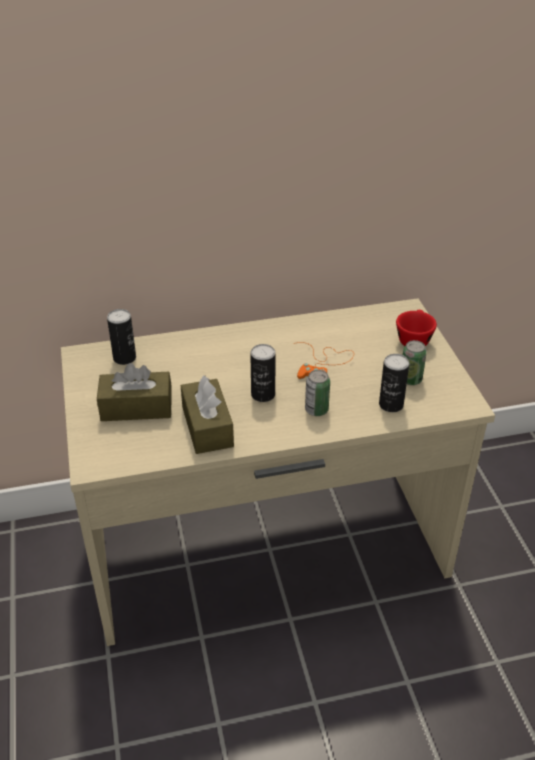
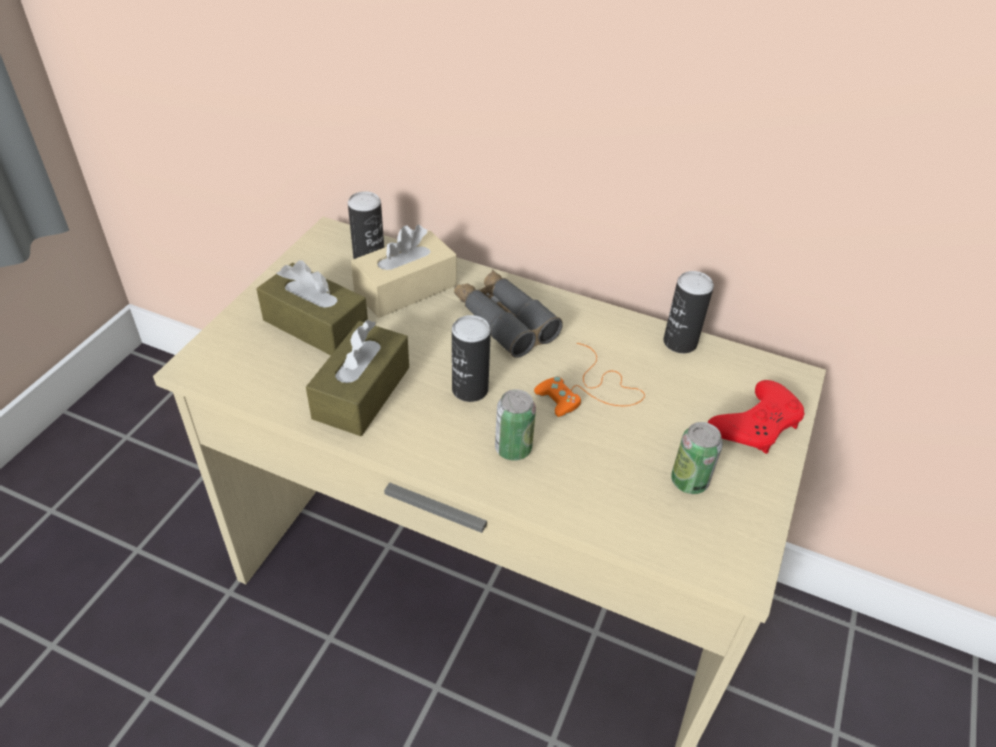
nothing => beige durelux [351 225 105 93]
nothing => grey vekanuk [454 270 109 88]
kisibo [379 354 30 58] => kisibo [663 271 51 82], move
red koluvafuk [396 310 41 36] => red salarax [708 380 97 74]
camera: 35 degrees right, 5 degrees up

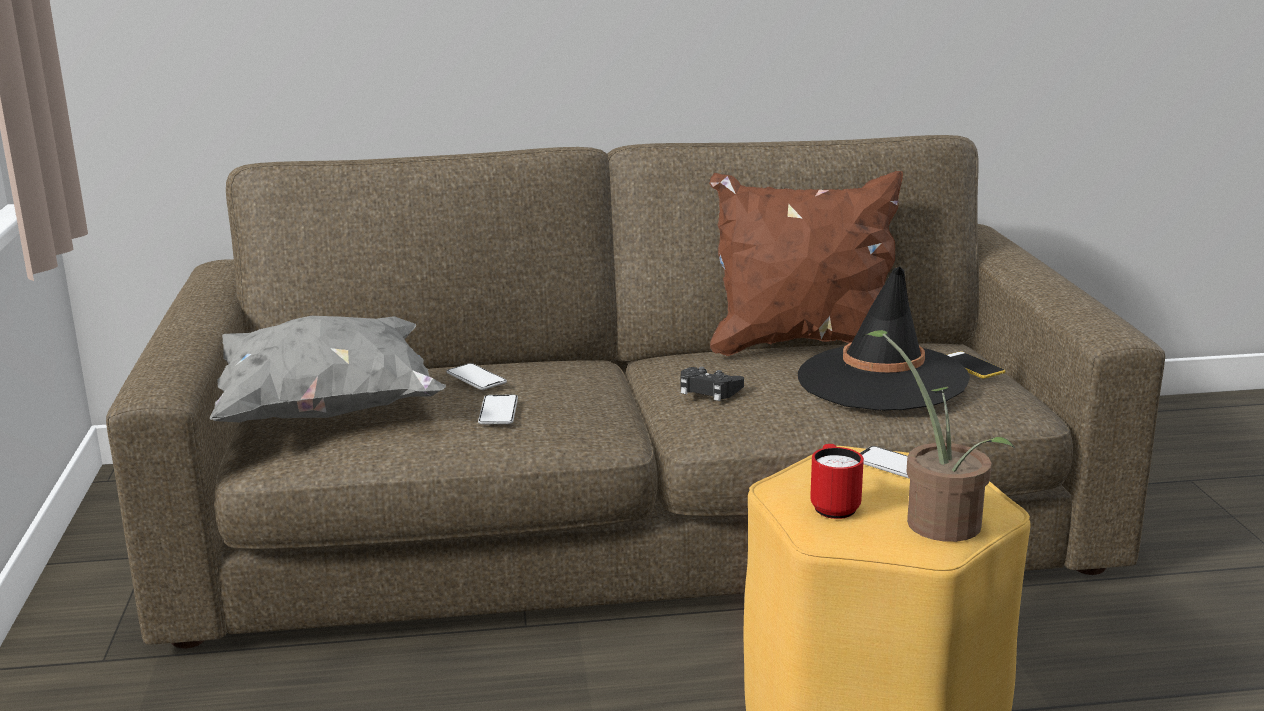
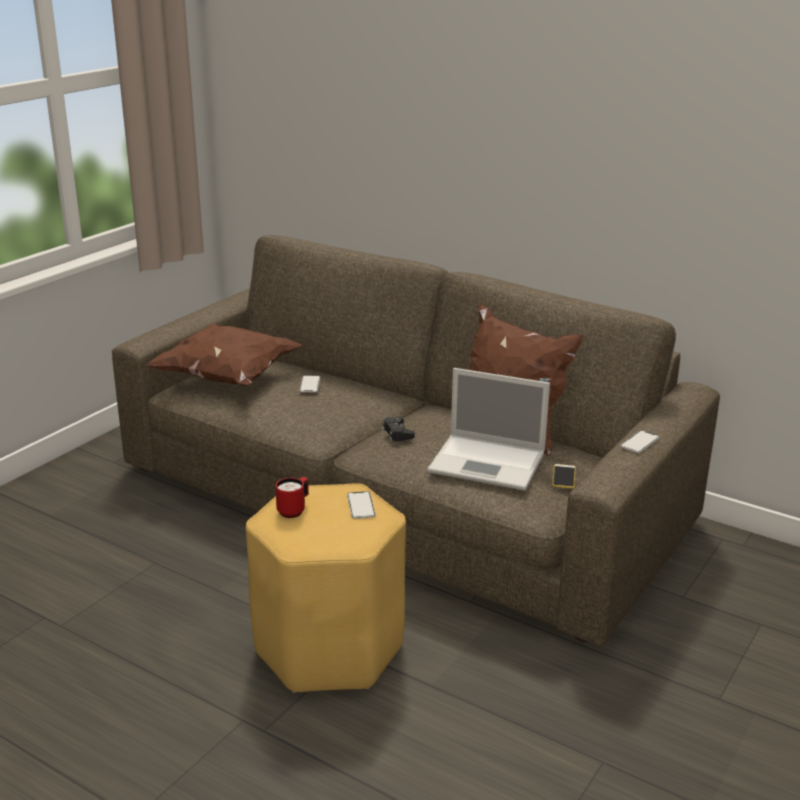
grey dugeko [210 316 236 107] => brown dugeko [146 323 155 63]
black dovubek [798 267 172 144] => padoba [427 368 123 123]
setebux [478 395 40 29] => setebux [620 430 40 23], move
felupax [862 330 154 212] => nothing
camera: 40 degrees right, 5 degrees up

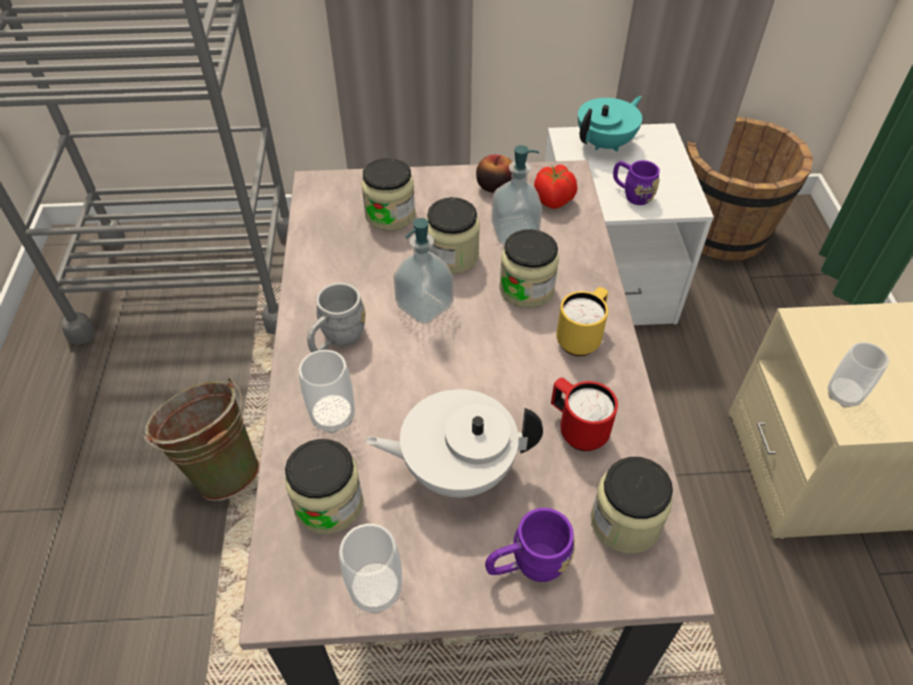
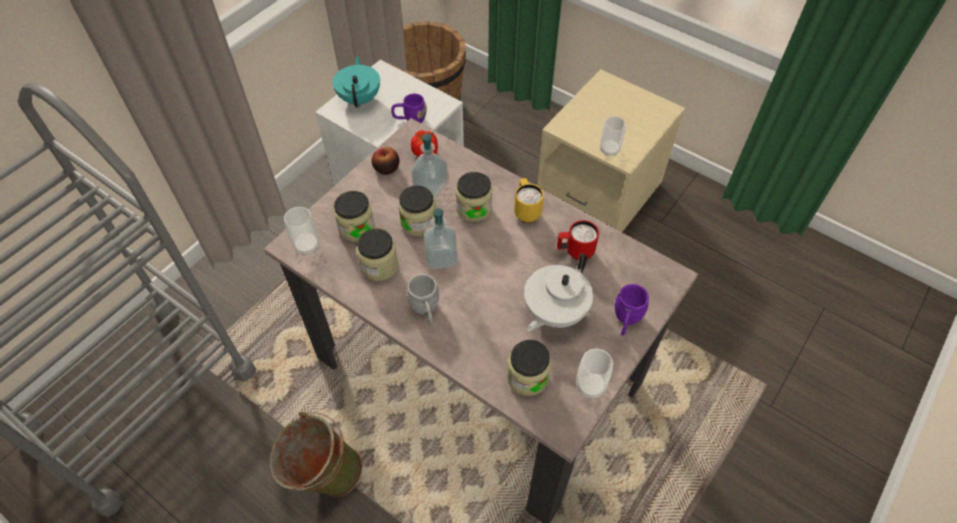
koluvafuk [298 350 57 84] => koluvafuk [284 207 35 49], move
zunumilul [591 457 82 97] => zunumilul [356 228 42 53], move
camera: 50 degrees left, 5 degrees up

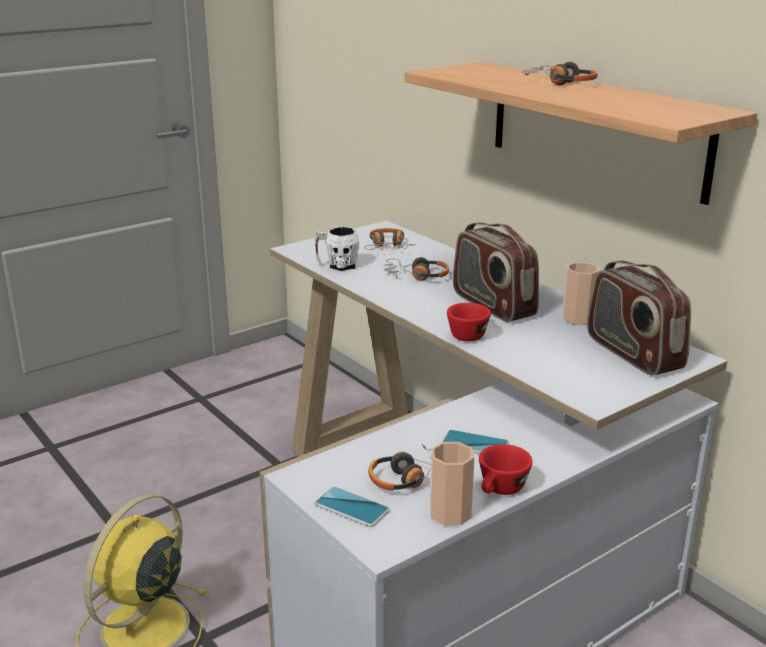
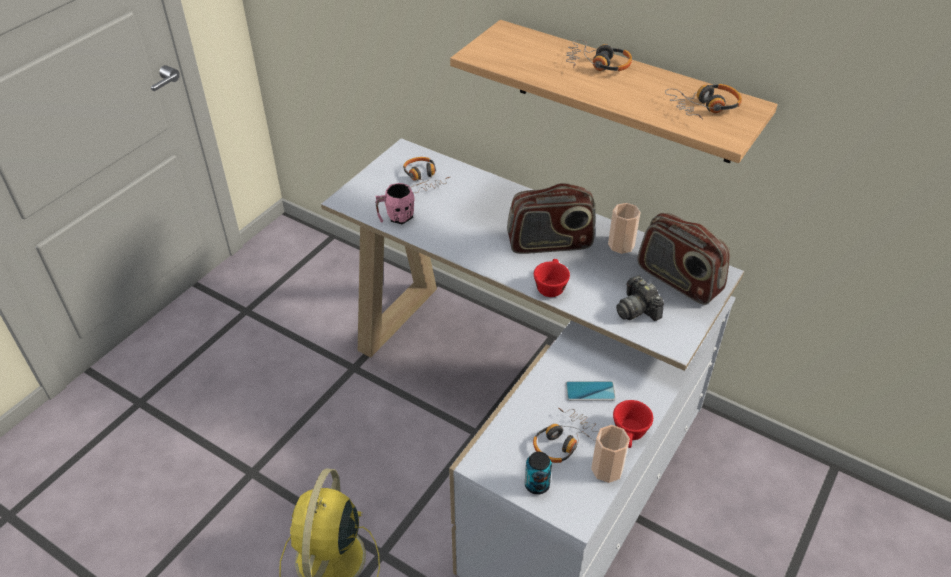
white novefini [315 227 45 44] => pink novefini [375 183 40 41]
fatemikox [453 222 86 100] => fatemikox [507 183 88 71], 45 degrees counterclockwise
setebux [314 487 76 40] => kisibo [525 452 27 43]
nothing => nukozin [616 275 48 46]
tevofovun [384 257 65 24] => tevofovun [665 84 77 35], move
camera: 20 degrees left, 20 degrees up

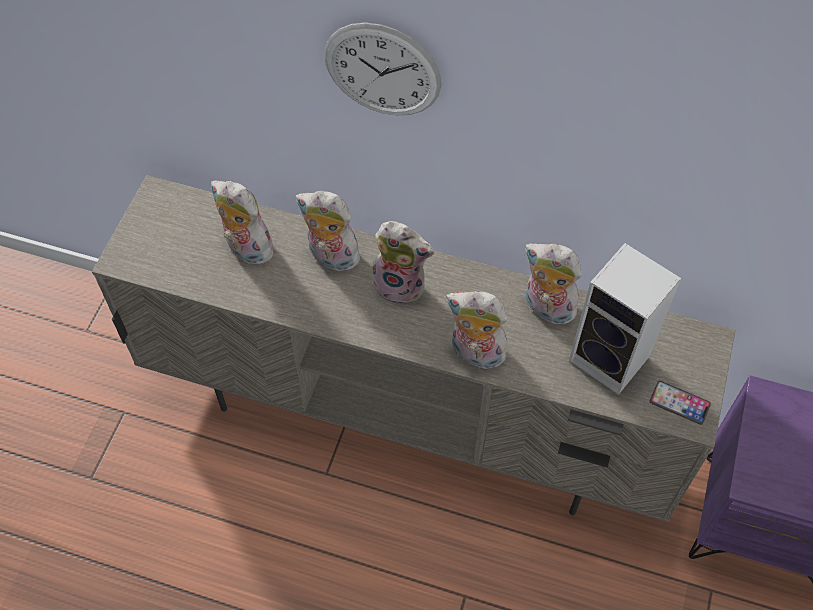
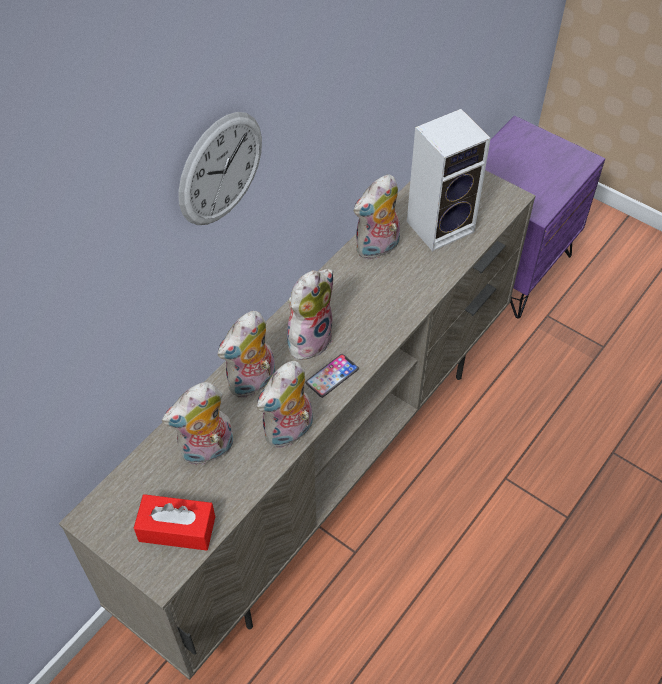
nothing => red durelux [134 494 81 57]
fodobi [446 291 63 81] => fodobi [257 361 56 87], move
setebux [650 381 61 44] => setebux [305 354 54 44], move
camera: 70 degrees left, 5 degrees down

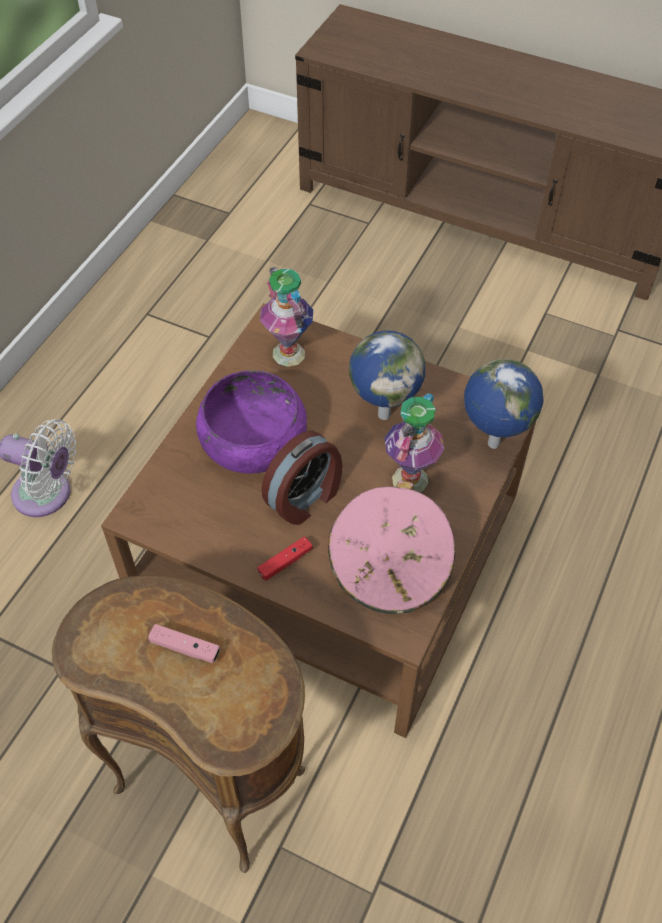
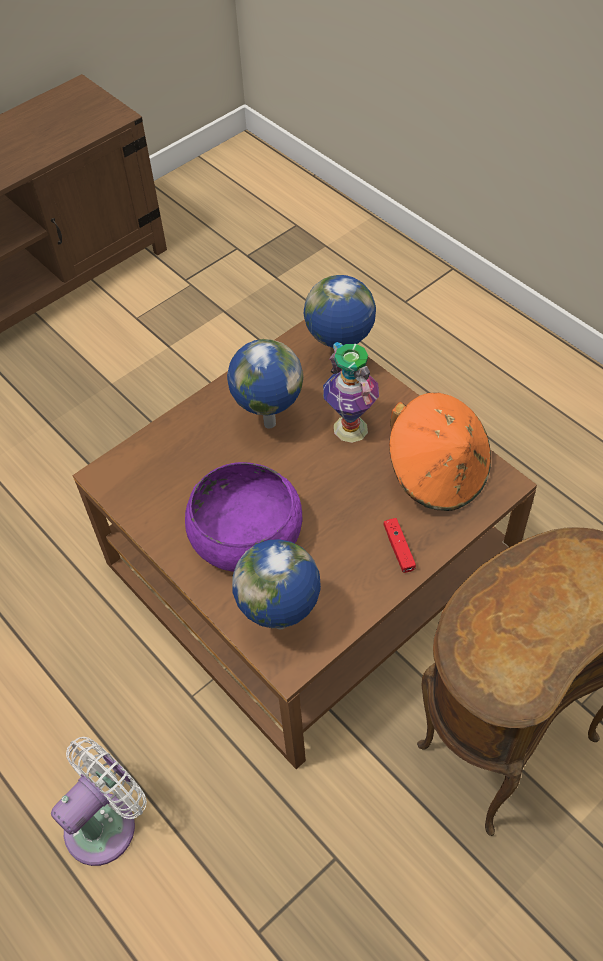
nothing => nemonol [232 539 89 90]
pink dovubek [328 481 127 133] => orange dovubek [389 393 102 118]
pink salarax [148 624 72 39] => nothing
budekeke [260 267 53 100] => nothing
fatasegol [262 430 80 95] => nothing
camera: 65 degrees left, 0 degrees up

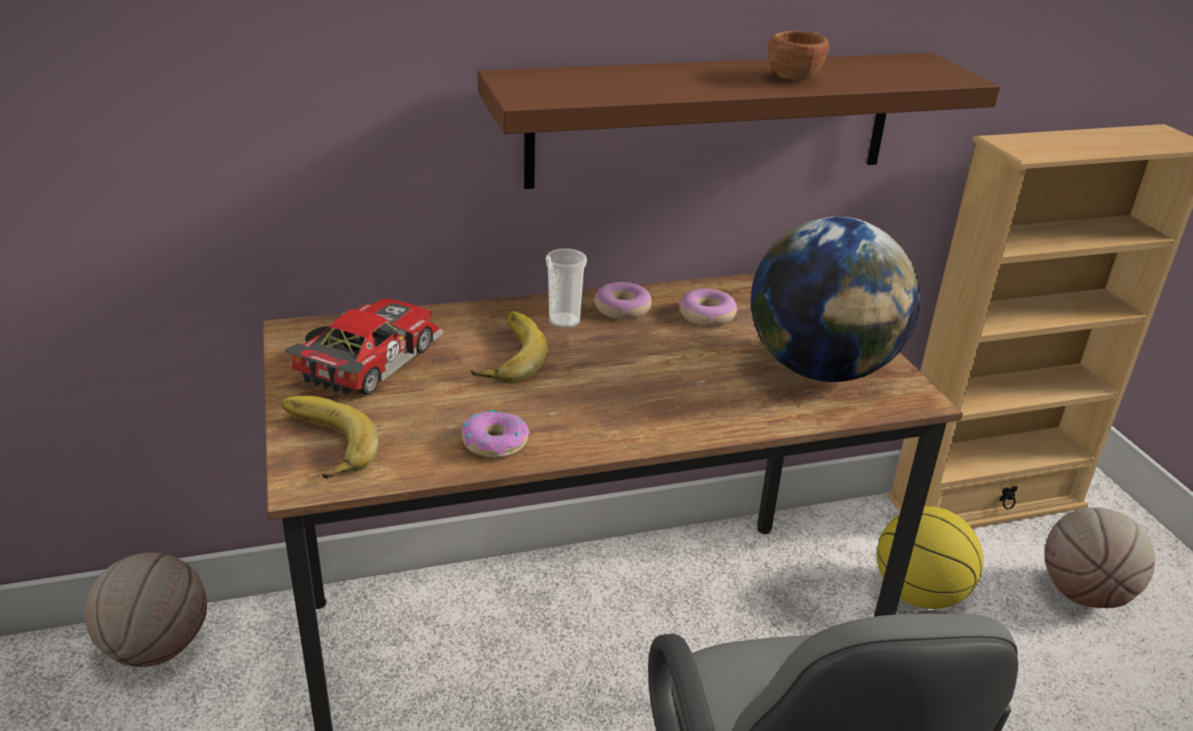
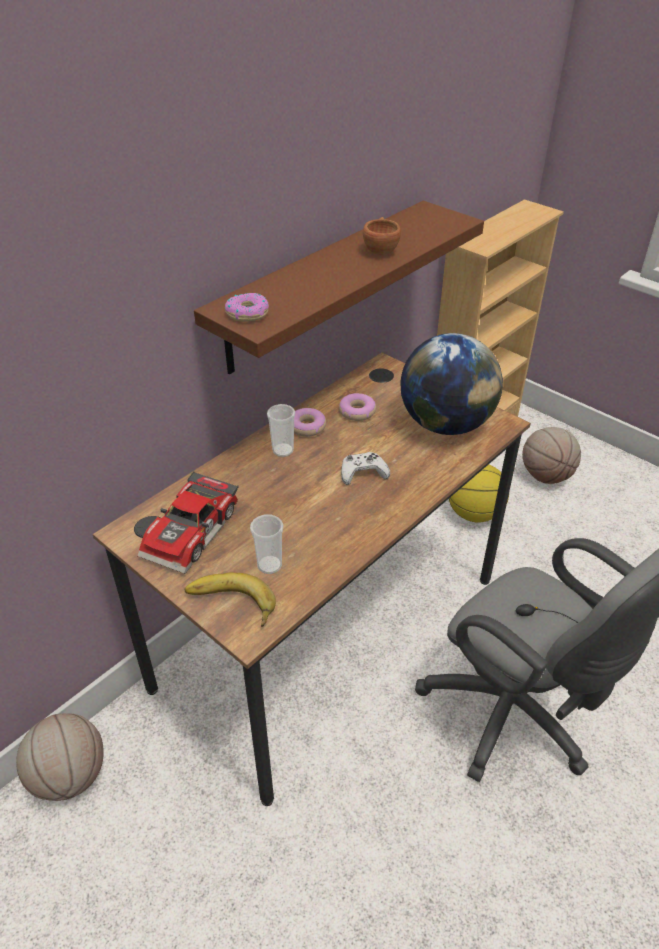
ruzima [285 298 159 97] => ruzima [137 471 101 103], 150 degrees counterclockwise
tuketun [462 410 68 48] => tuketun [225 293 44 29], move
nothing => koluvafuk [250 514 33 60]
nothing => white salarax [341 452 49 33]
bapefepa [471 311 77 73] => nothing
camera: 30 degrees left, 10 degrees up

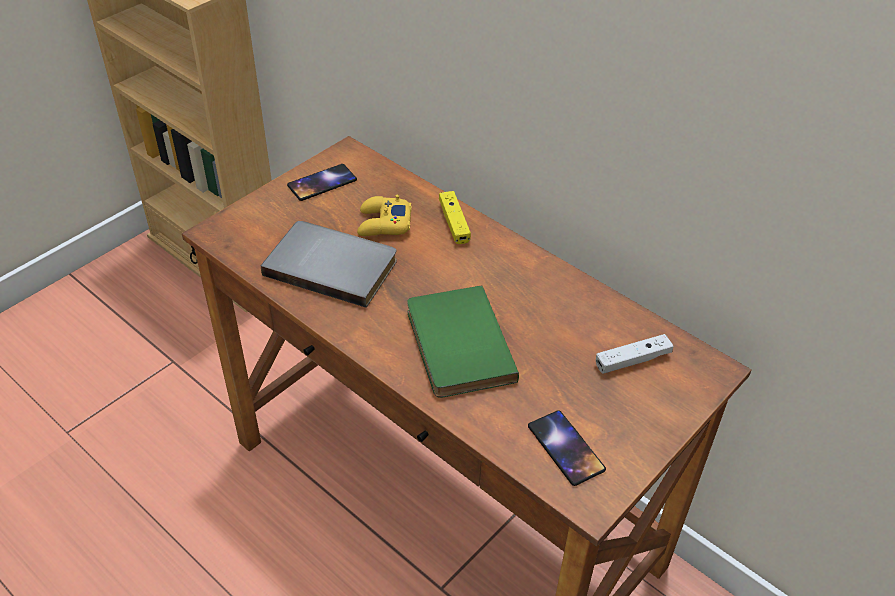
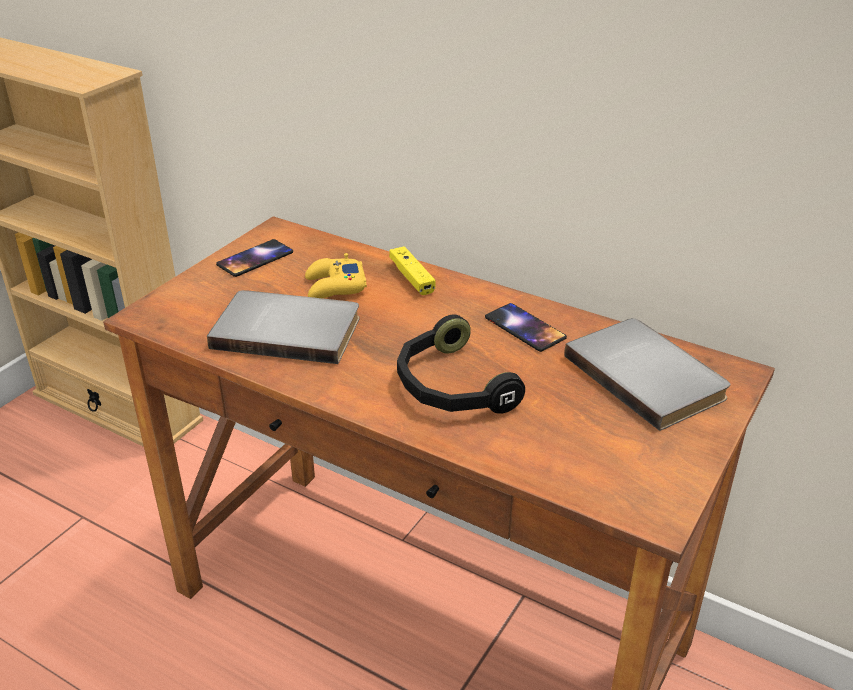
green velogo [407 286 112 112] => black tevofovun [397 314 128 100]
setebux [528 410 78 76] => setebux [485 303 82 49], move
white salarax [596 334 77 40] => grey velogo [564 318 166 113]
camera: 10 degrees left, 10 degrees down

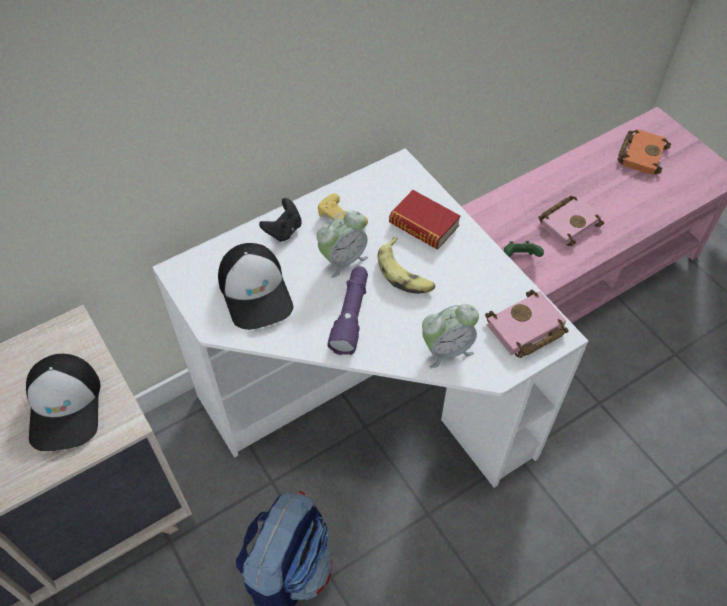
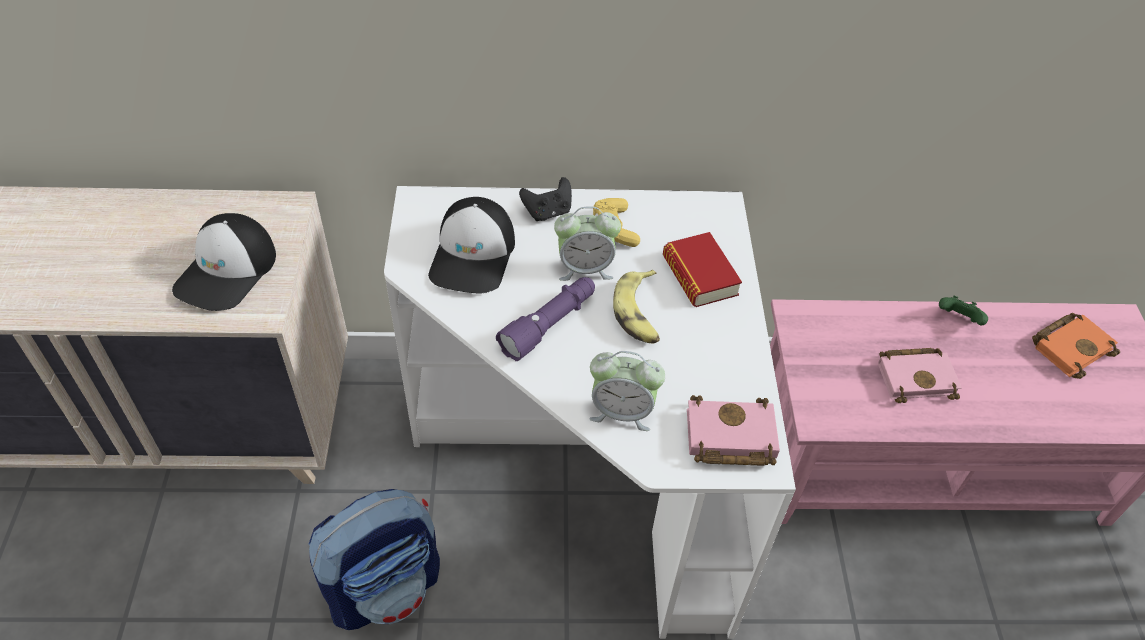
green salarax [504 241 40 16] => green salarax [939 296 49 29], move
camera: 30 degrees right, 5 degrees down

